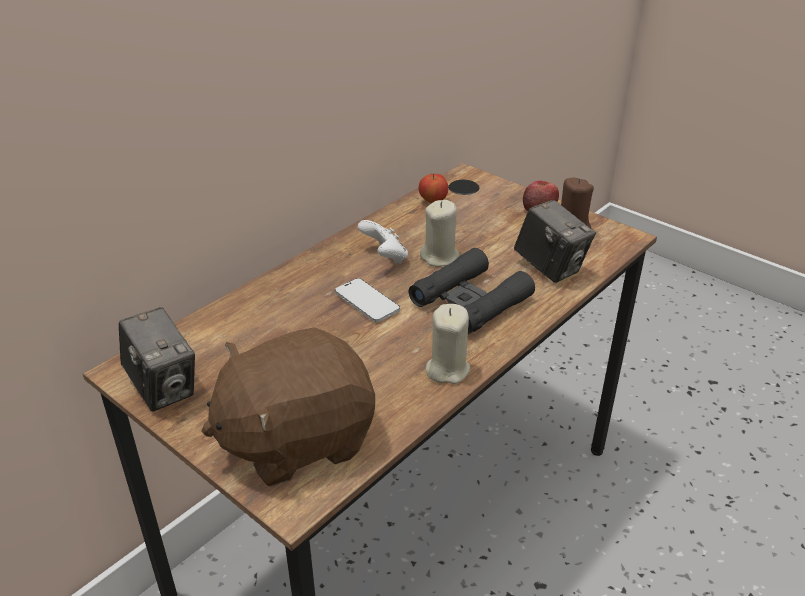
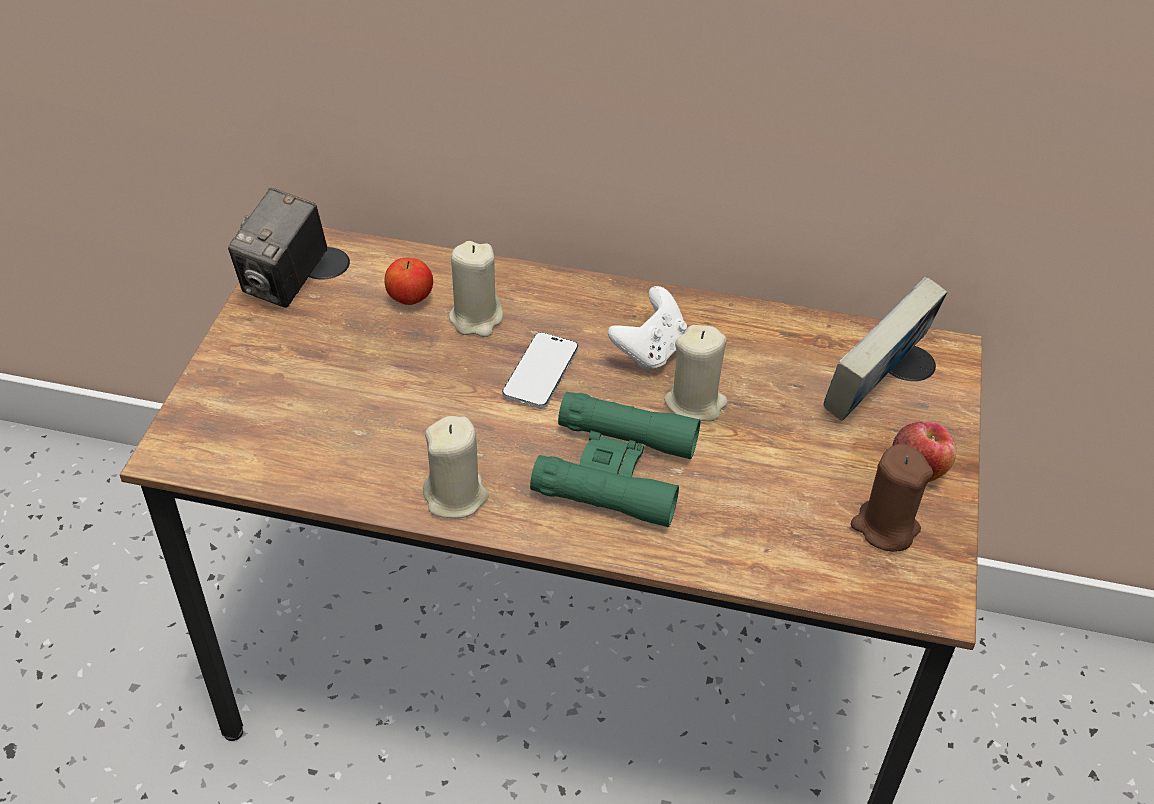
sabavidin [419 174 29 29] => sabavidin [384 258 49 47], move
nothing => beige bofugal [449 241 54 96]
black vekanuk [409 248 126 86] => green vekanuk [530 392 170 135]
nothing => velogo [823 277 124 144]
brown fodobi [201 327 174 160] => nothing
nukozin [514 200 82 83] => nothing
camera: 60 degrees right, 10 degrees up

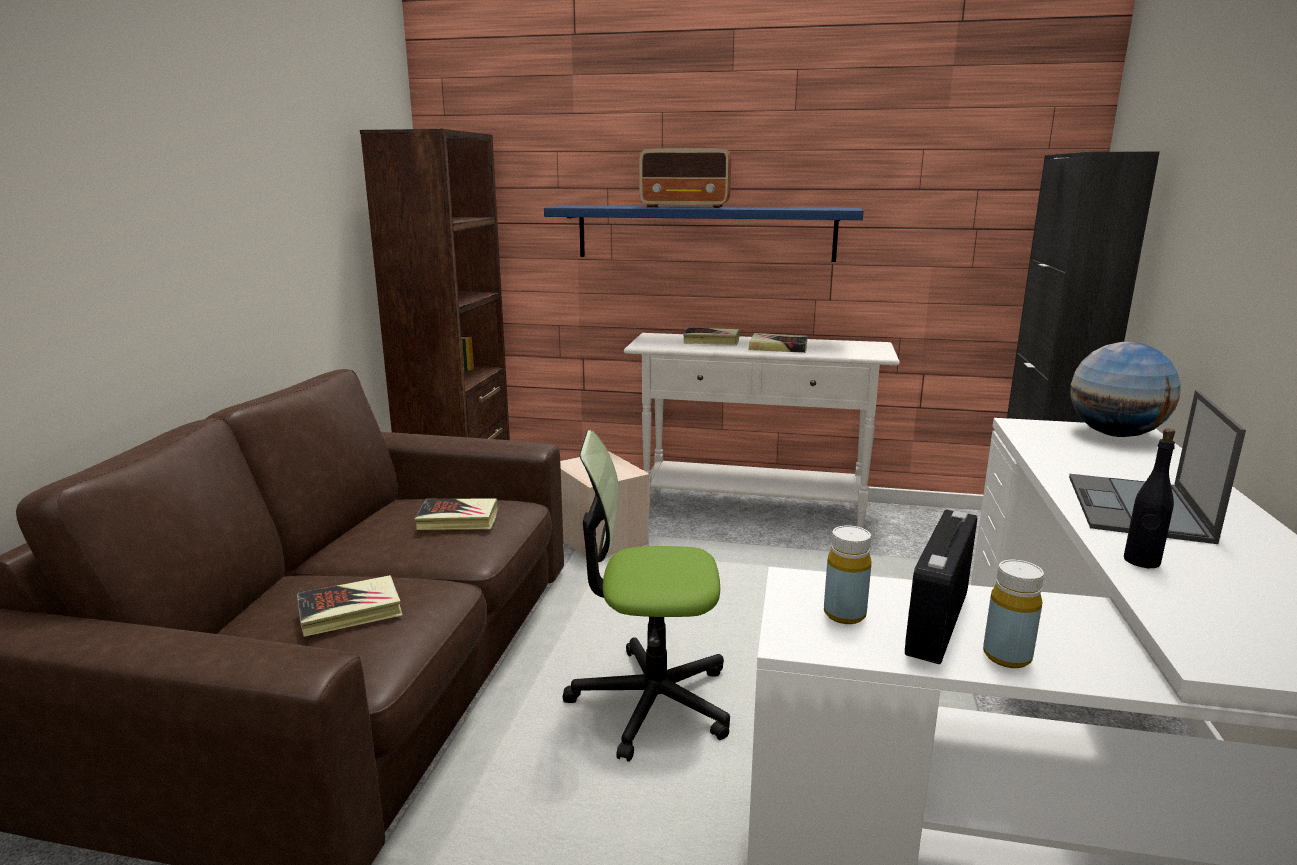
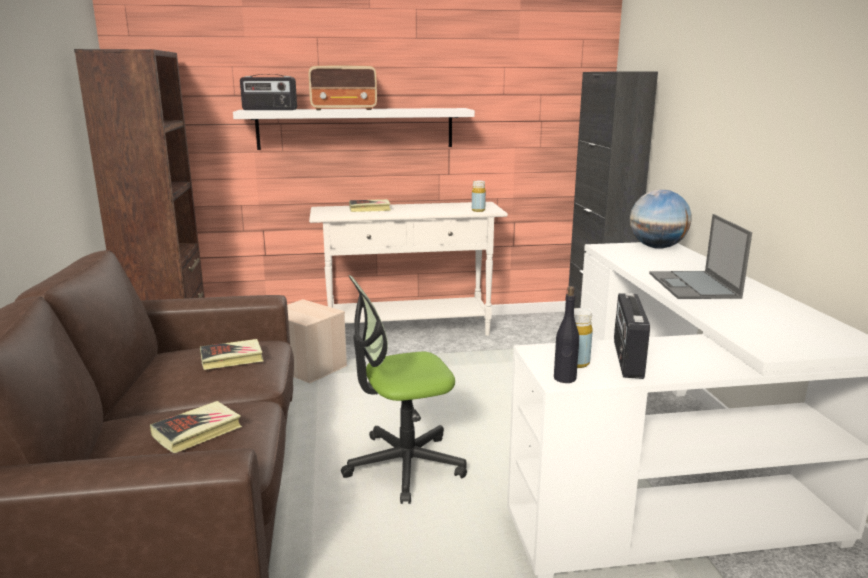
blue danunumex [544 205 320 57] => white danunumex [233 108 242 42]
nothing => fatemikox [240 74 57 36]
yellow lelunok [983 560 61 108] => yellow lelunok [472 181 14 31], move
black lelunok [1124 428 51 140] => black lelunok [554 286 25 97], move
velogo [748 333 60 20] => nothing
camera: 20 degrees left, 0 degrees up

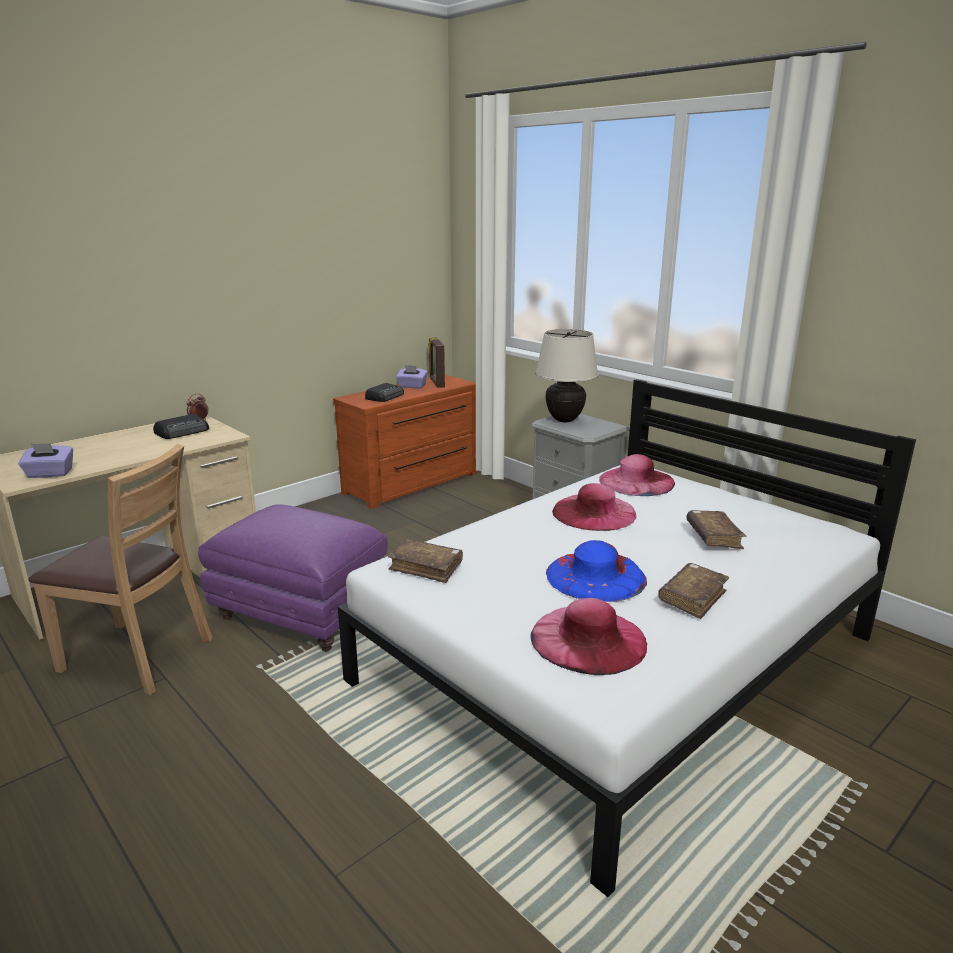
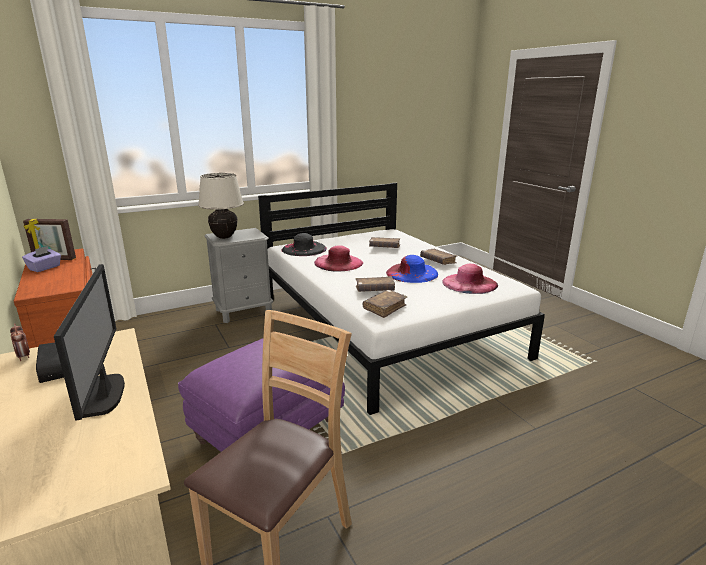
nothing => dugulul [54 264 71 157]
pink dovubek [599 454 76 42] => black dovubek [282 233 45 23]
nothing => brown velogo [355 276 40 16]
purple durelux [18 443 55 35] => nothing
fatemikox [365 383 39 19] => nothing
camera: 75 degrees left, 0 degrees up

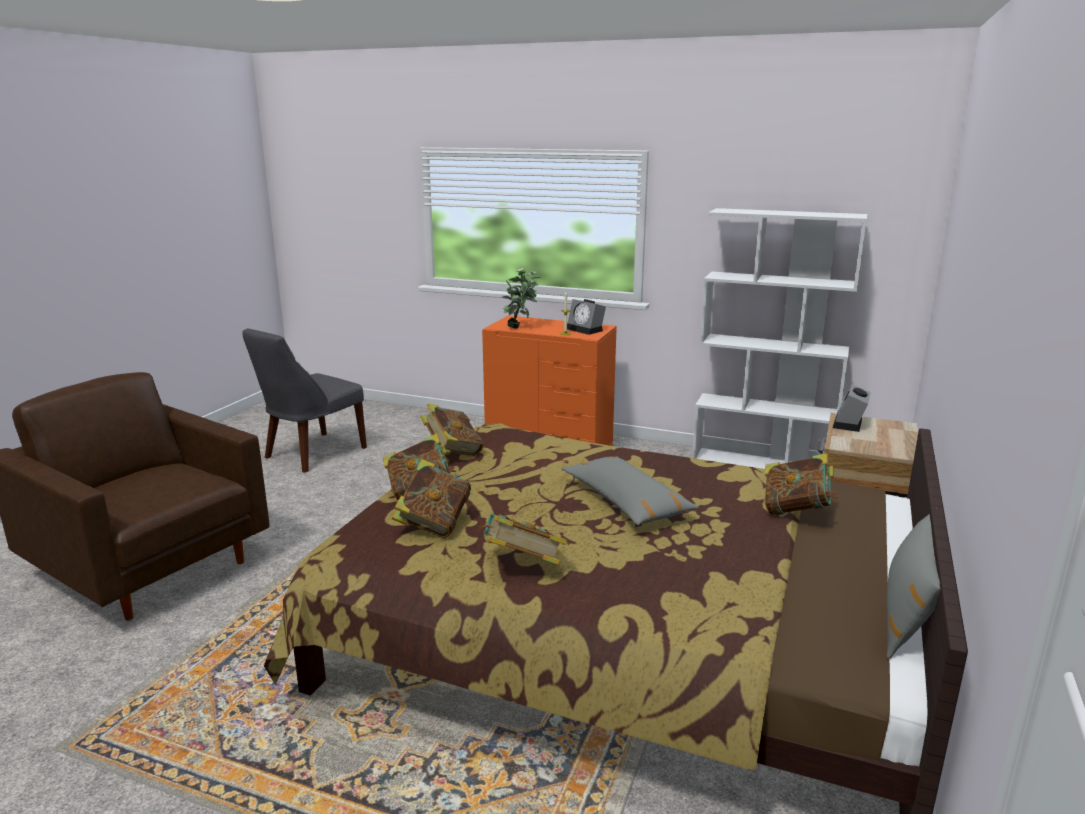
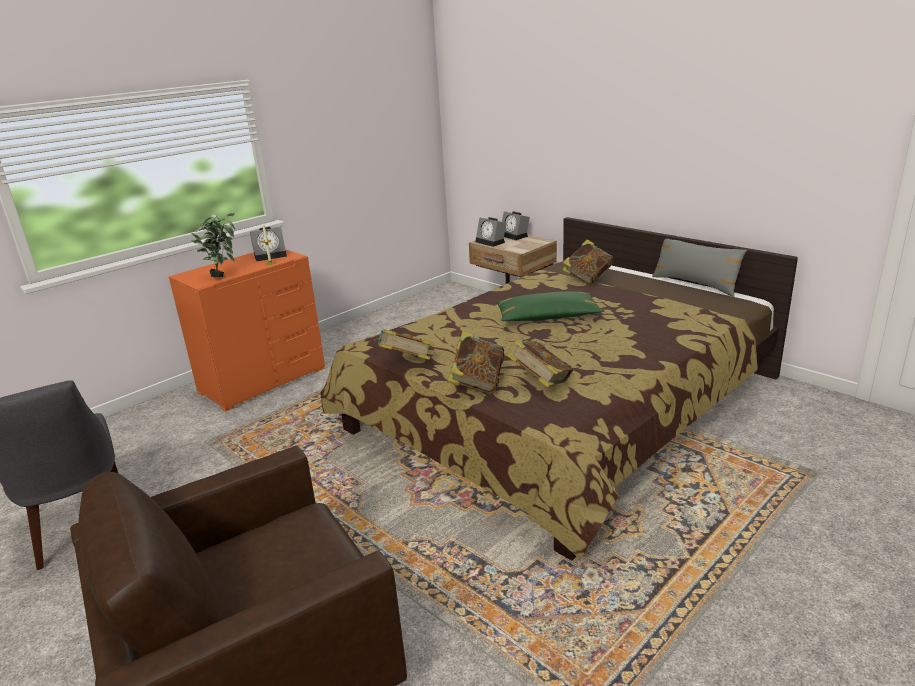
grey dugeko [561 457 138 68] => green dugeko [496 291 108 30]
nothing => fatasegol [502 211 28 29]
velogo [479 513 88 52] => nothing
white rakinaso [692 208 175 261] => nothing
camera: 65 degrees left, 5 degrees up

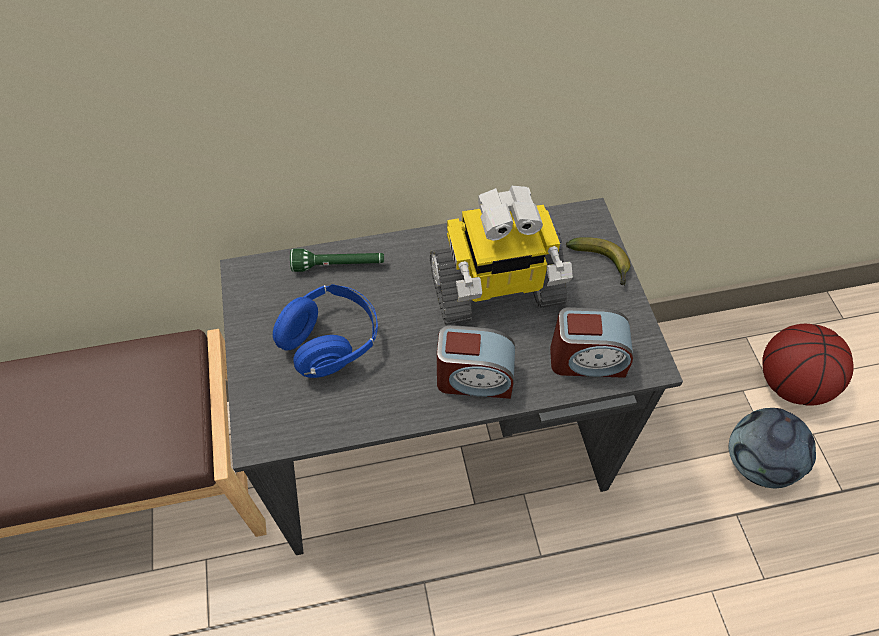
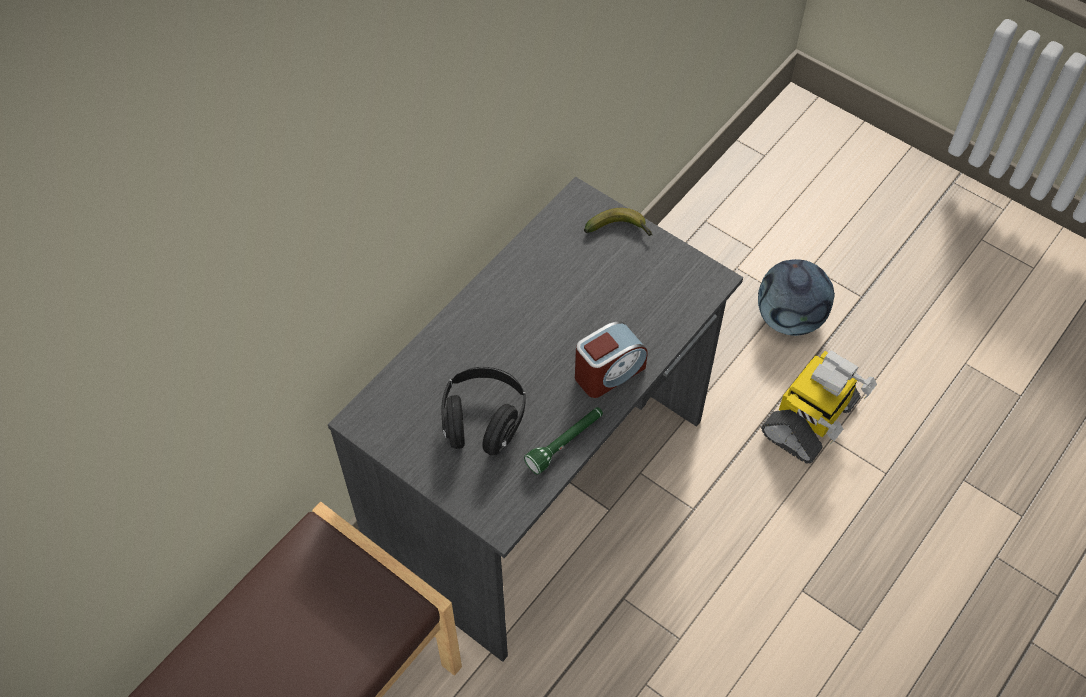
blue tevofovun [273 284 105 94] => black tevofovun [441 367 85 88]
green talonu [290 248 94 24] => green talonu [524 407 79 68], move
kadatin [430 186 143 138] => kadatin [761 350 116 113], move
fatasegol [550 307 83 71] => nothing
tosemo [762 324 92 82] => nothing
camera: 40 degrees left, 0 degrees up

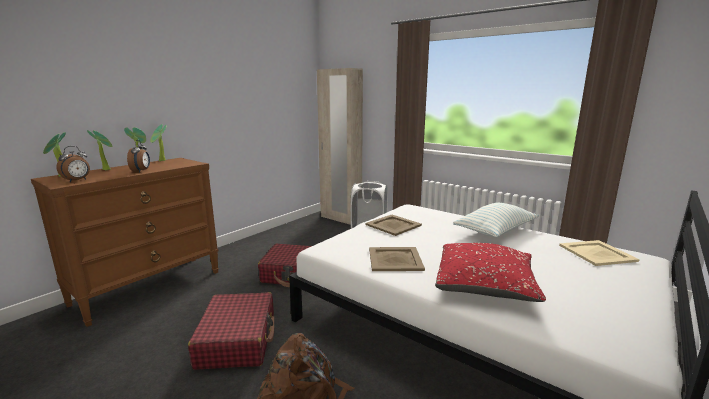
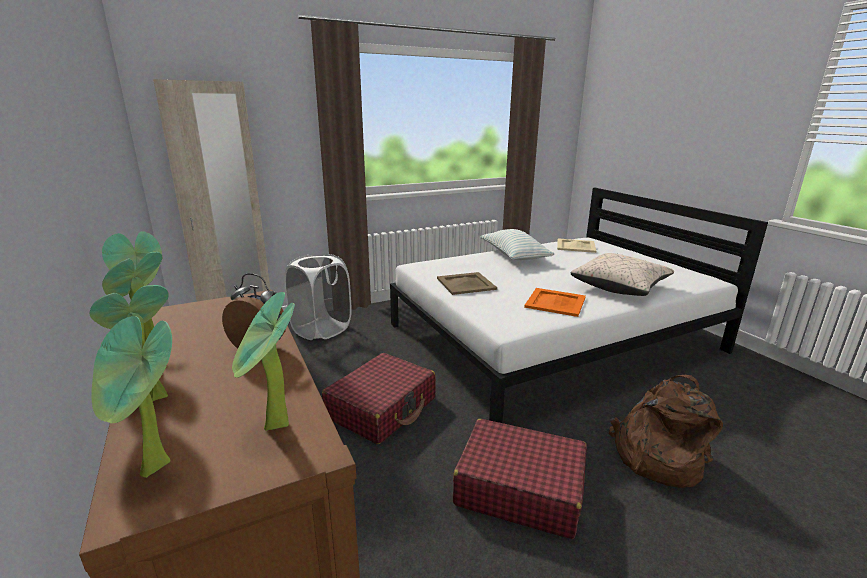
fatasegol [56 146 34 36] => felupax [232 292 63 139]
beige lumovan [369 247 56 24] => orange lumovan [524 288 62 29]
red dugeko [435 243 111 59] => beige dugeko [571 253 103 43]
camera: 65 degrees left, 5 degrees up

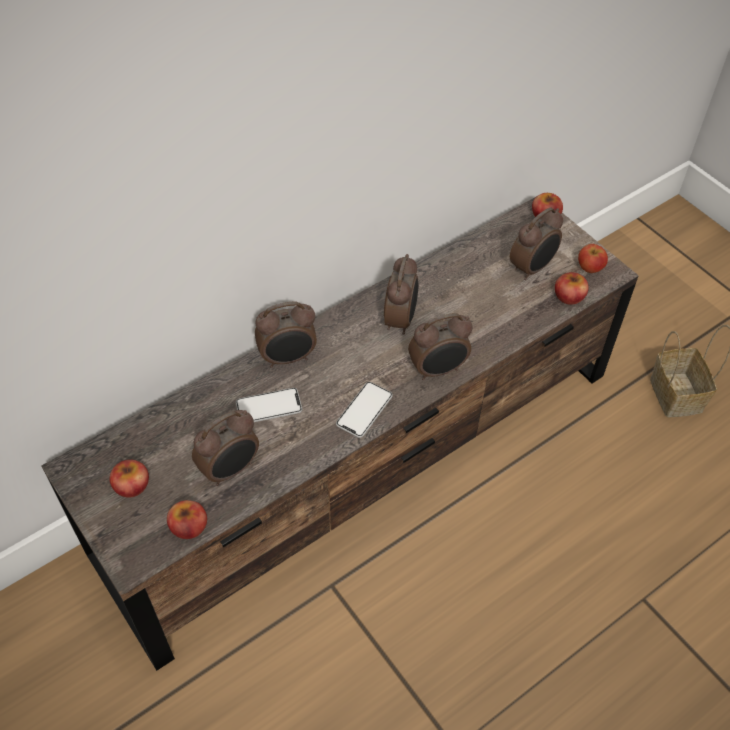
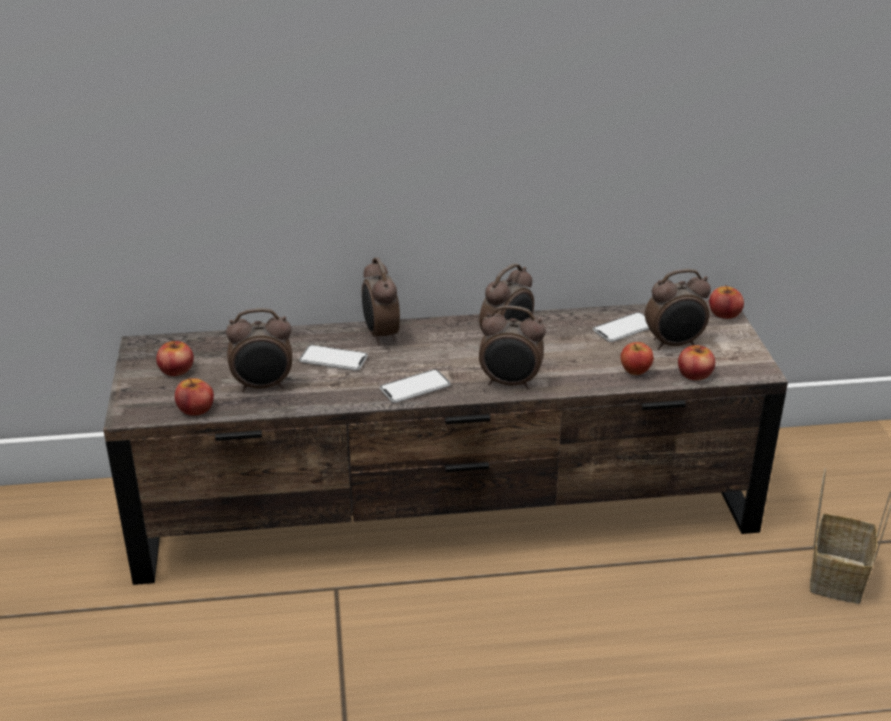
fatasegol [255 302 62 66] => fatasegol [362 257 38 88], 60 degrees clockwise
nothing => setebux [593 312 56 30]
sabavidin [578 244 30 29] => sabavidin [621 342 33 33], move
camera: 30 degrees right, 20 degrees down

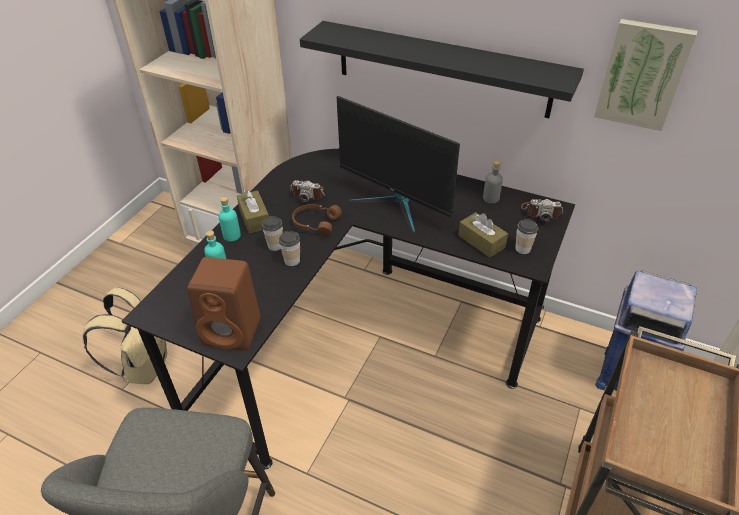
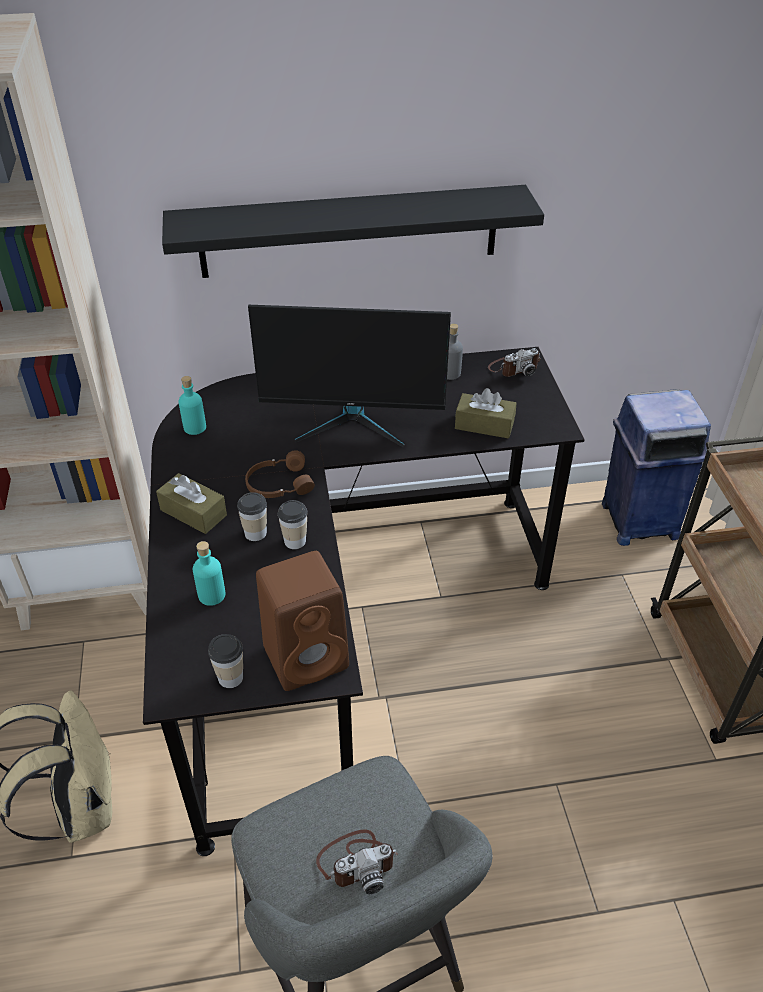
turquoise lelunok [219 197 22 44] => turquoise lelunok [178 376 28 59], move
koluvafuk [515 219 23 35] => koluvafuk [208 634 35 54], move
nukozin [289 180 36 22] => nukozin [316 830 83 64], move
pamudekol [594 19 103 112] => nothing
camera: 35 degrees left, 0 degrees up

